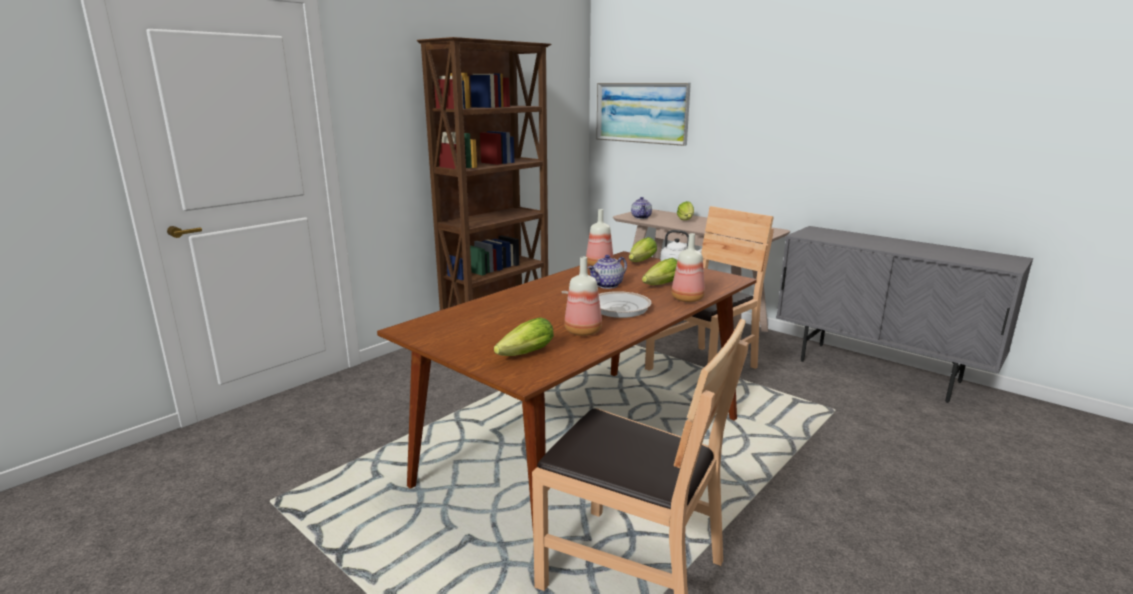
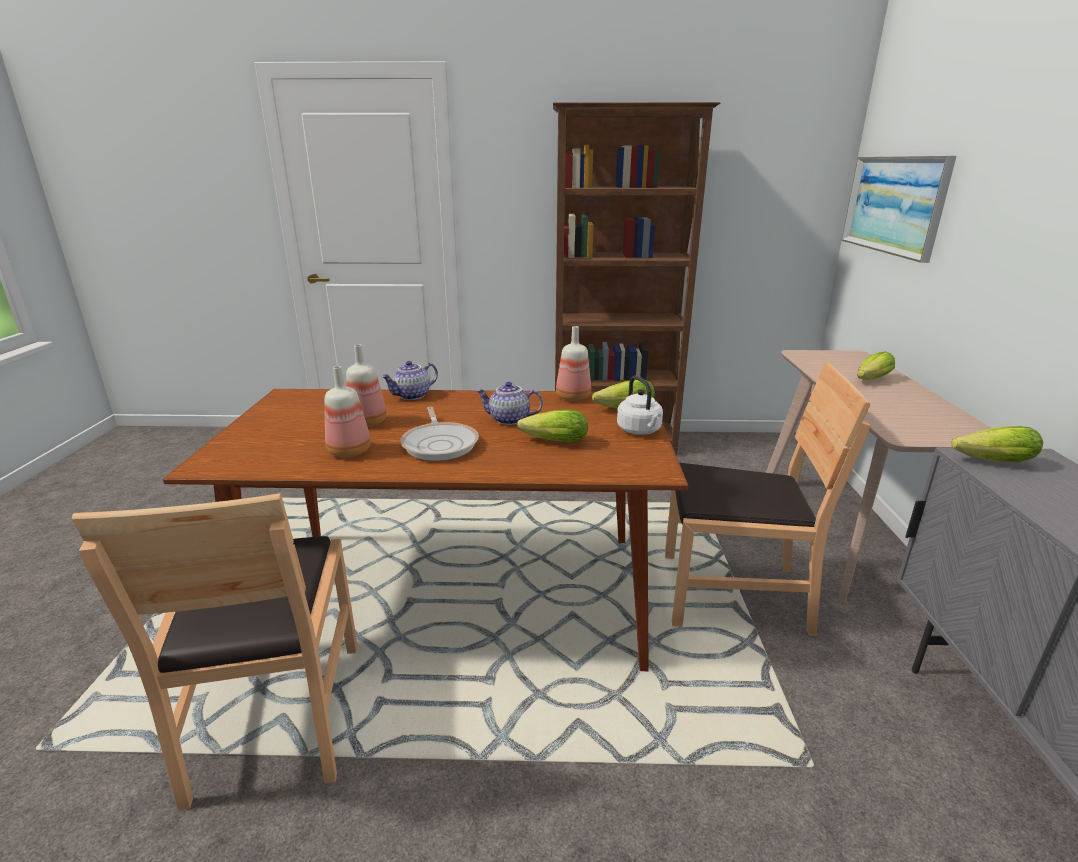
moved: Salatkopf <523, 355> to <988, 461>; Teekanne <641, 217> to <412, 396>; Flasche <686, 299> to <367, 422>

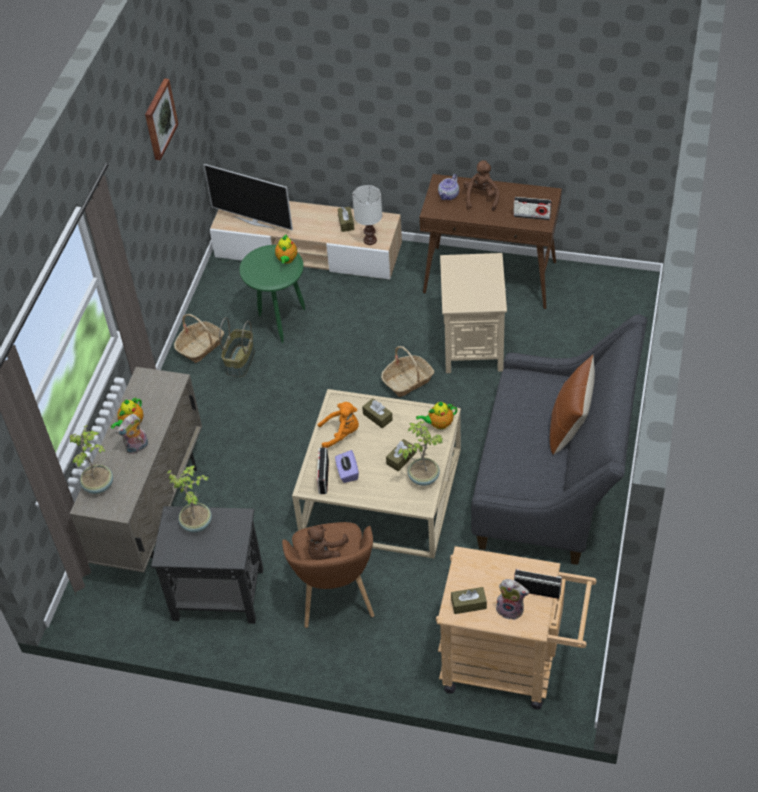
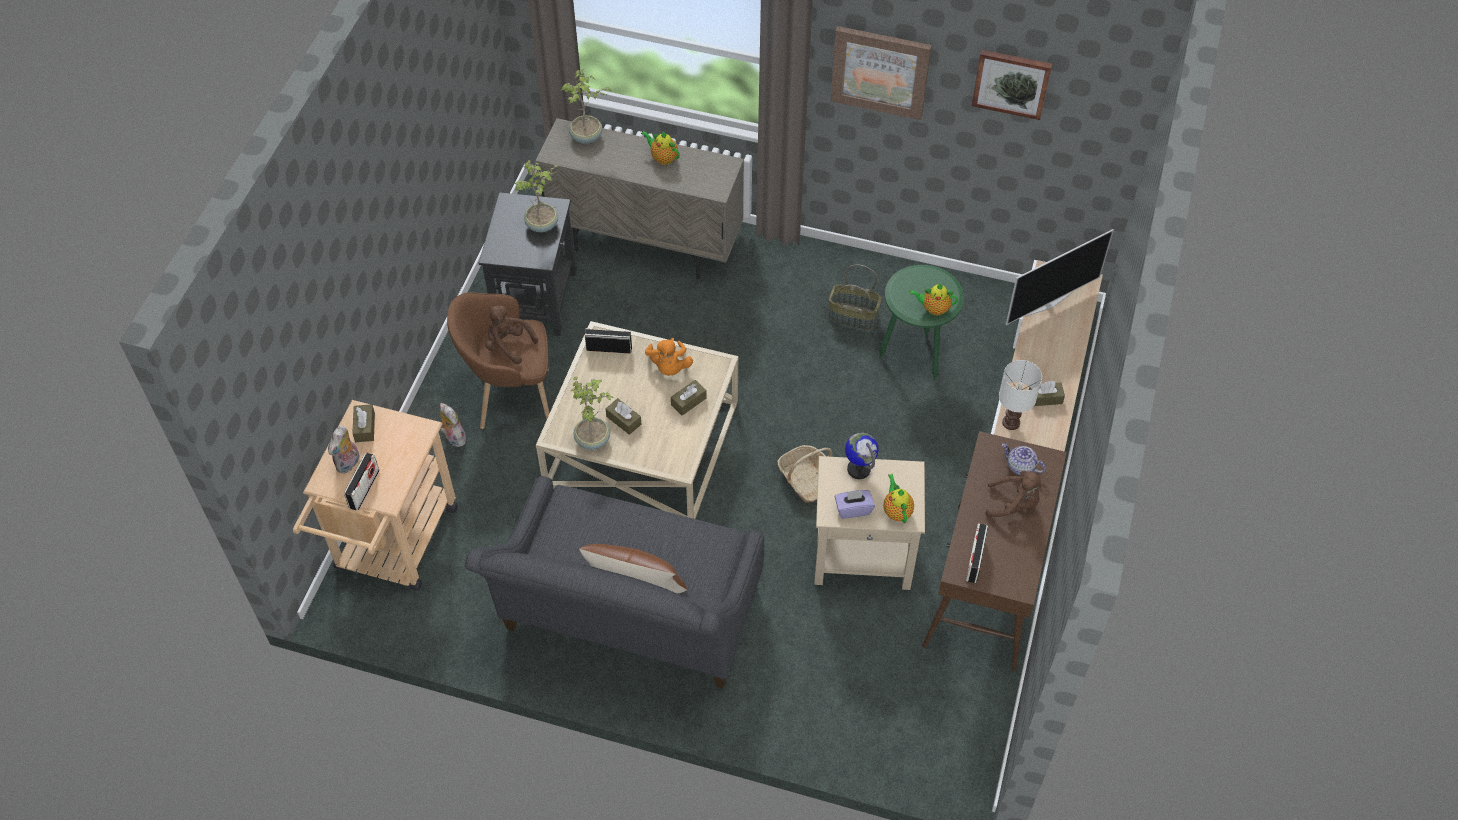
removed: Korb <200, 346>
added: Bild <880, 71>; Globus <859, 469>
moved: Plüschtier <137, 448> to <453, 437>; Taschentuchbox/lila <347, 472> to <853, 509>; Teekanne <439, 424> to <896, 511>
turned: Fernseher <254, 221> = <1048, 303> 150 degrees counterclockwise

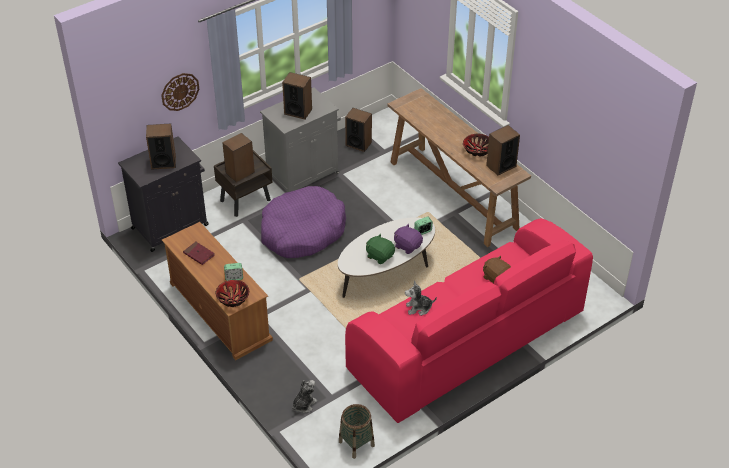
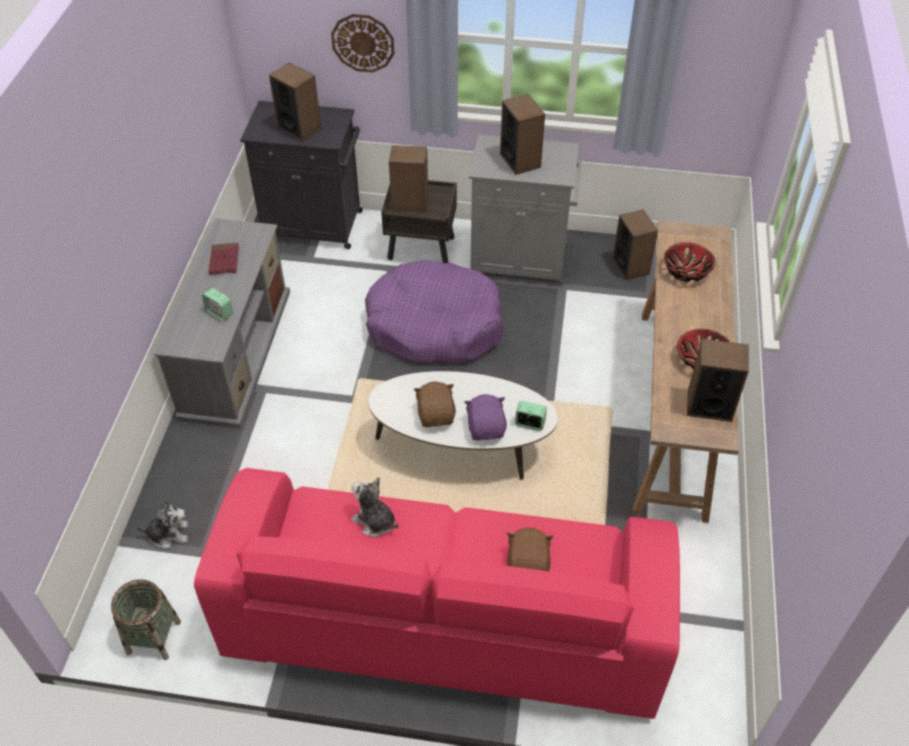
moved: Schüssel <233, 299> to <686, 270>
recoloured: Fernsehschrank/braun <219, 311> to Fernsehschrank/grau <235, 351>; Plüschtier/grün <380, 256> to Plüschtier/braun <436, 415>

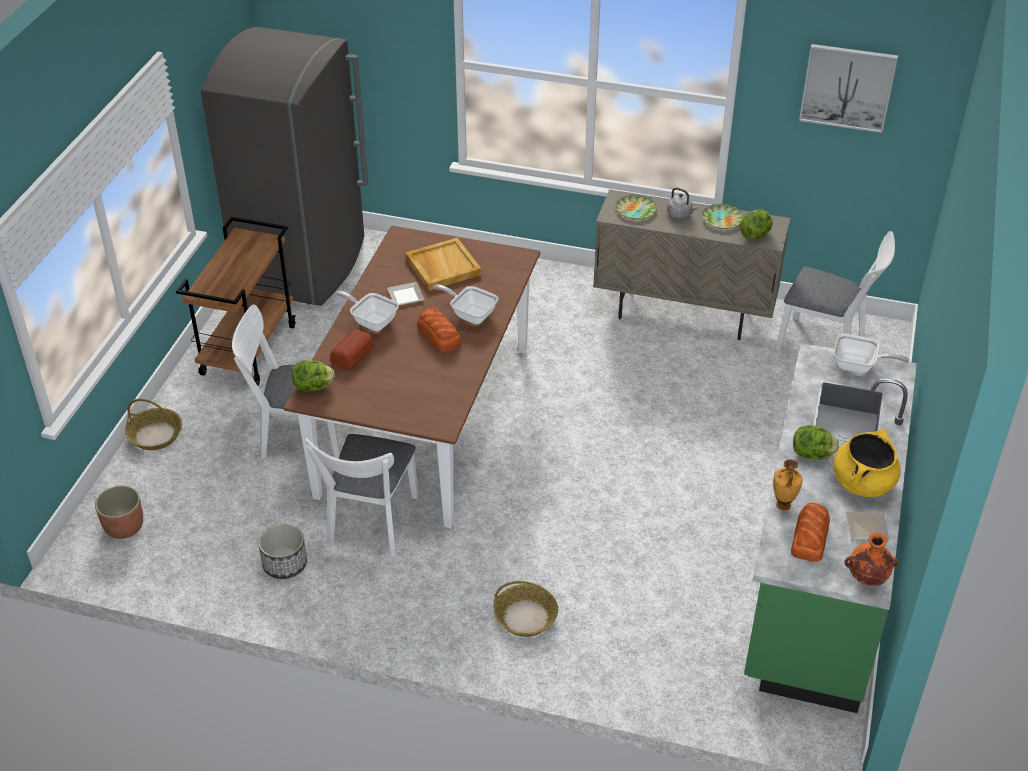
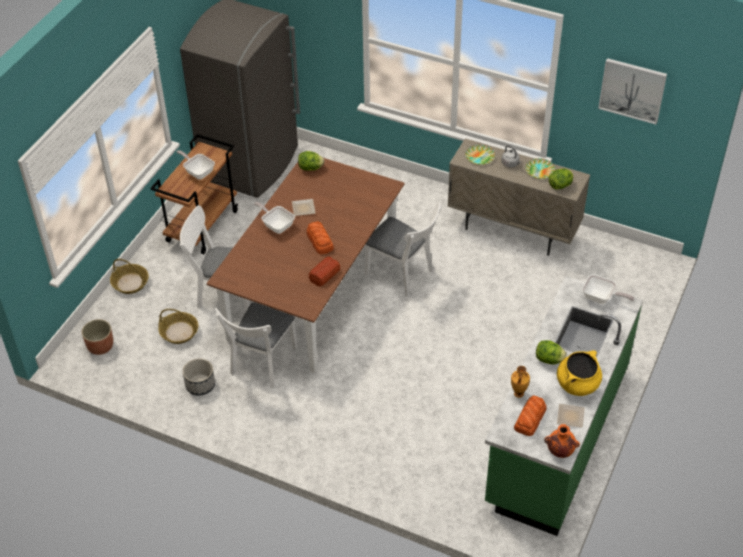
removed: Tablett/beige <442, 266>
moved: Salatkopf <313, 387> to <310, 168>; Brot <352, 355> to <324, 274>; Pfanne <470, 314> to <198, 172>; Korb <525, 617> to <179, 332>; Stuhl/weiß <827, 345> to <403, 274>

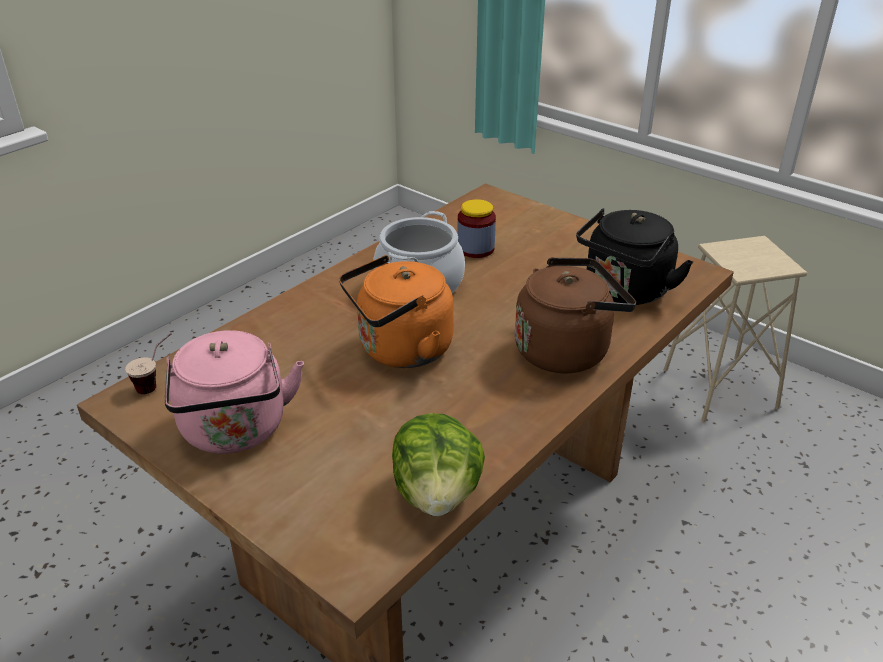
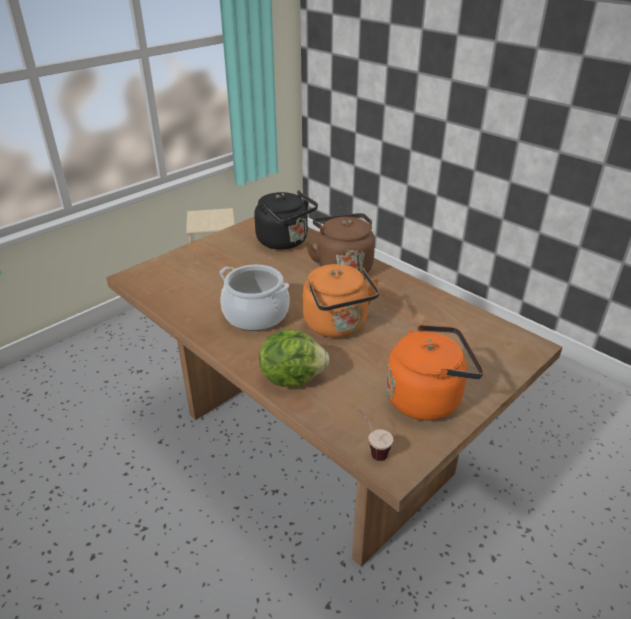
removed: Vorratsglas <475, 249>
moved: Salatkopf <437, 494> to <292, 377>
recoloured: Wasserkessel/rosa <236, 432> to Wasserkessel/orange <427, 398>

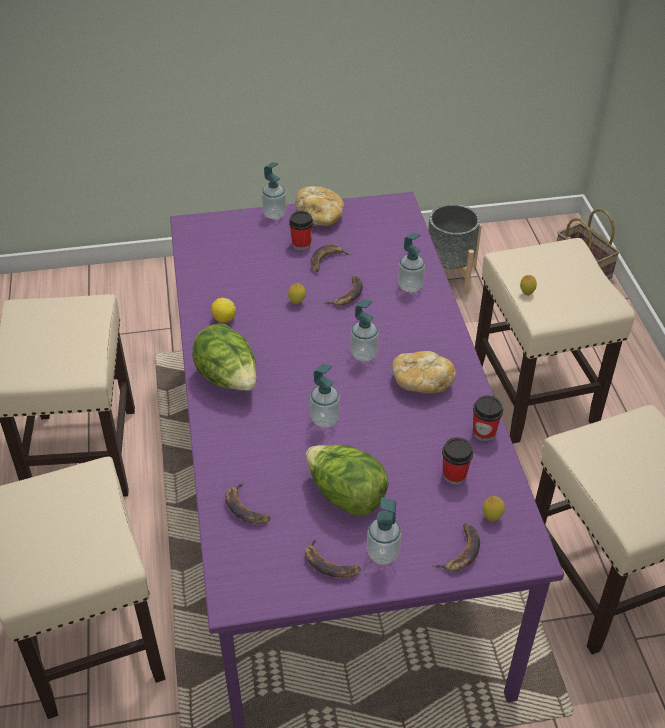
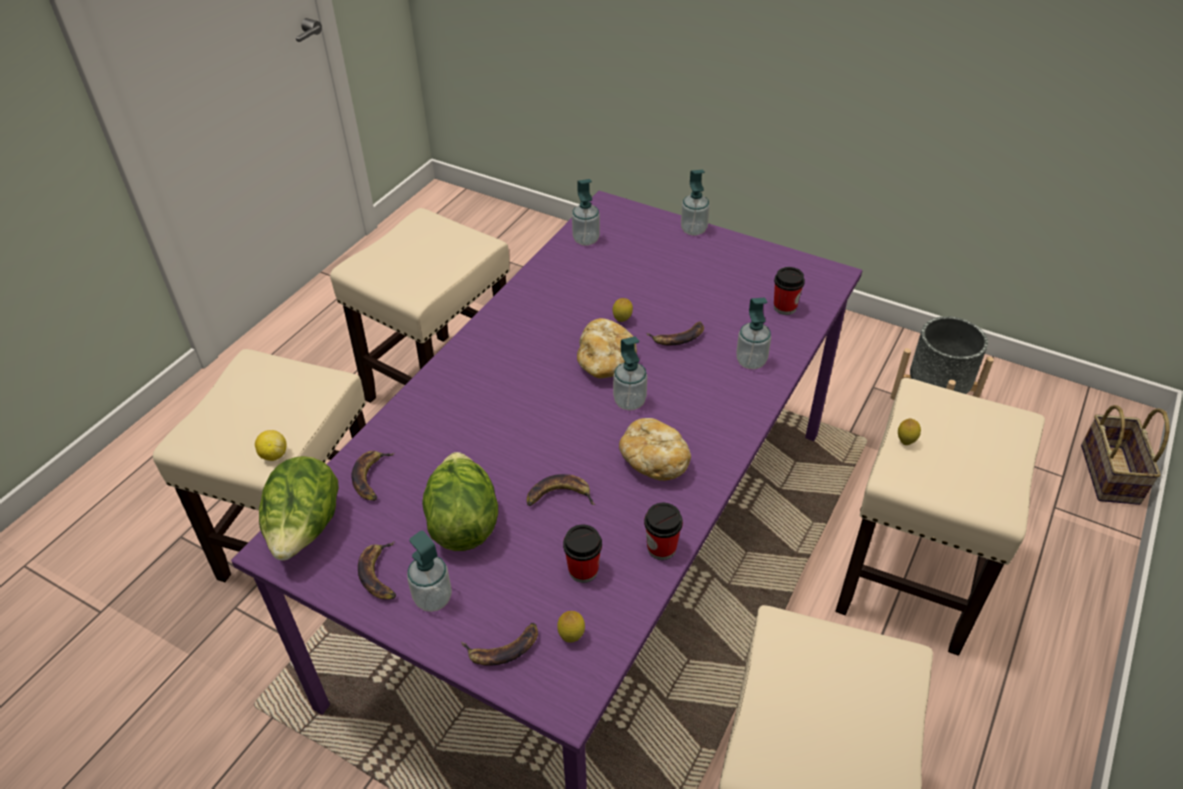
moved: Salatkopf <228, 379> to <306, 530>; Zitrone <224, 319> to <274, 455>; Tasse <301, 244> to <785, 307>; Brot <320, 217> to <606, 362>; Seifenspender <325, 419> to <586, 240>; Banane <326, 260> to <559, 496>

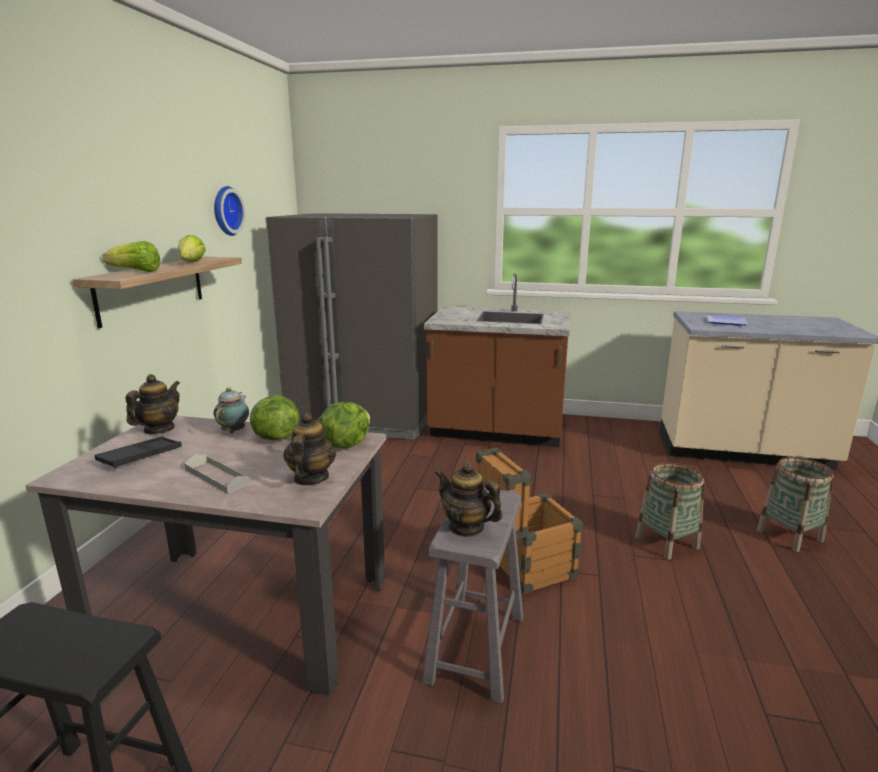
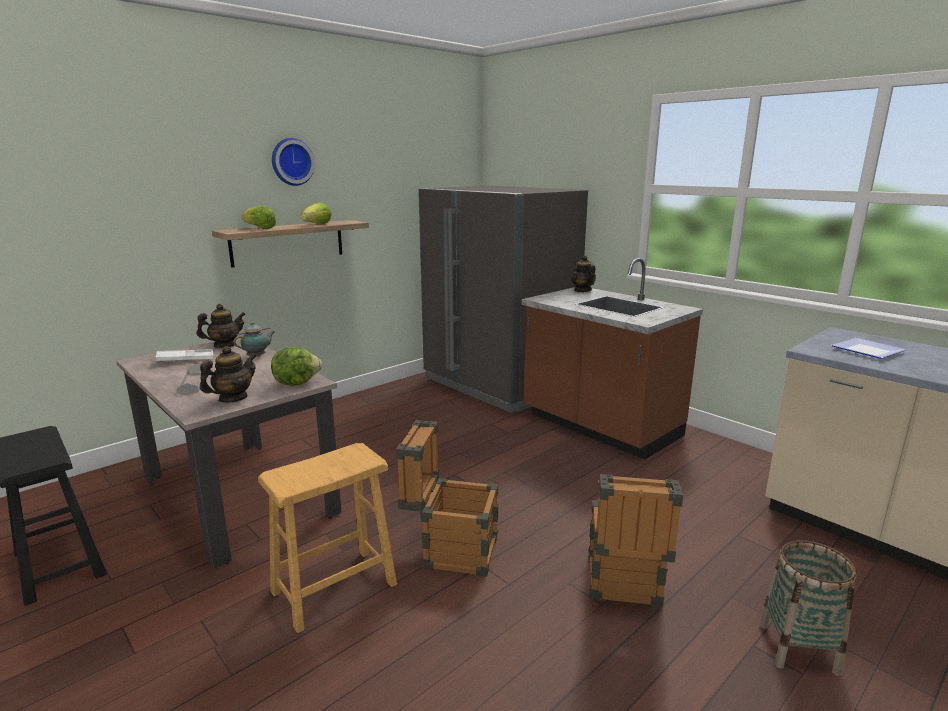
removed: Salatkopf <275, 438>
moved: Wanduhr <225, 211> to <291, 162>; Teekanne <466, 527> to <582, 290>
replaced: Korb <667, 542> to Kiste <623, 587>
recoloured: Tablett/schwarz <140, 456> to Tablett/weiß <185, 359>; Hocker/grau <476, 648> to Hocker/braun <334, 588>

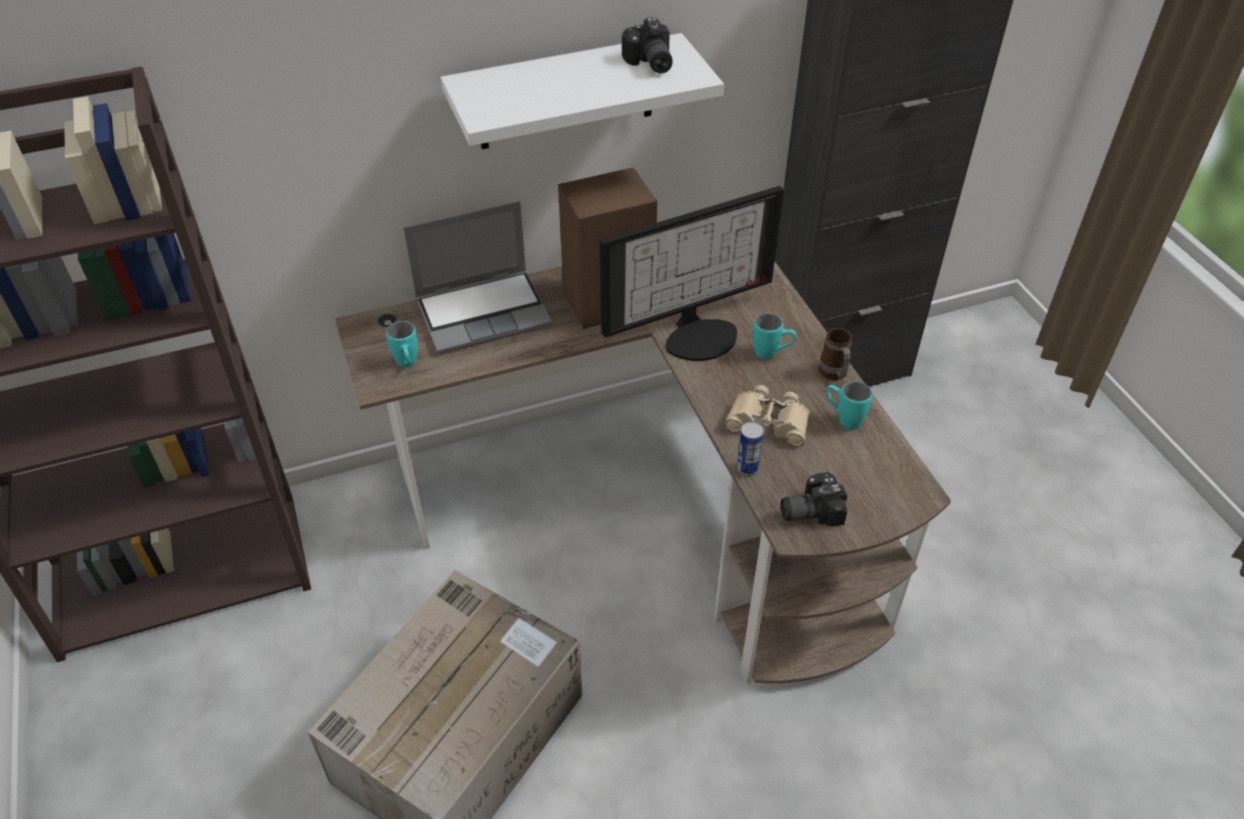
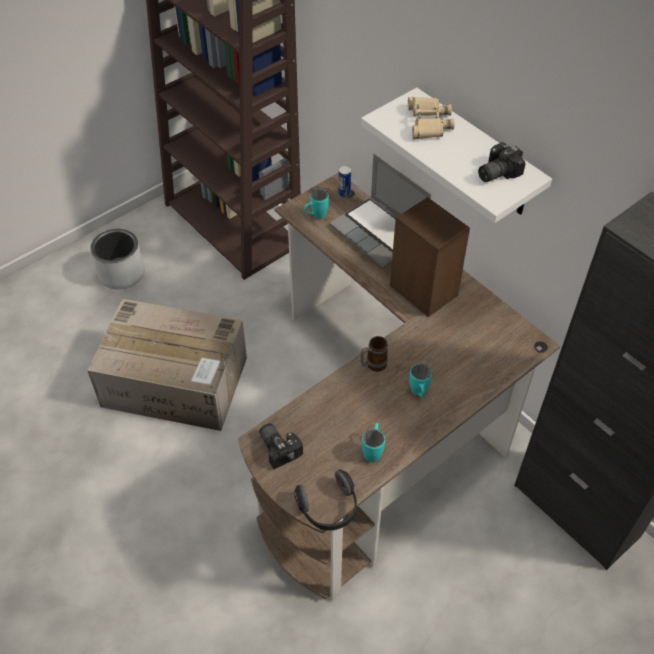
removed: Monitor <698, 334>
added: Pflanzkübel/grau <121, 274>; Kopfhörer <329, 509>
moved: Fernglas/beige <768, 422> to <428, 122>; Dose <747, 468> to <344, 194>; Henkelbecher <834, 375> to <372, 365>

